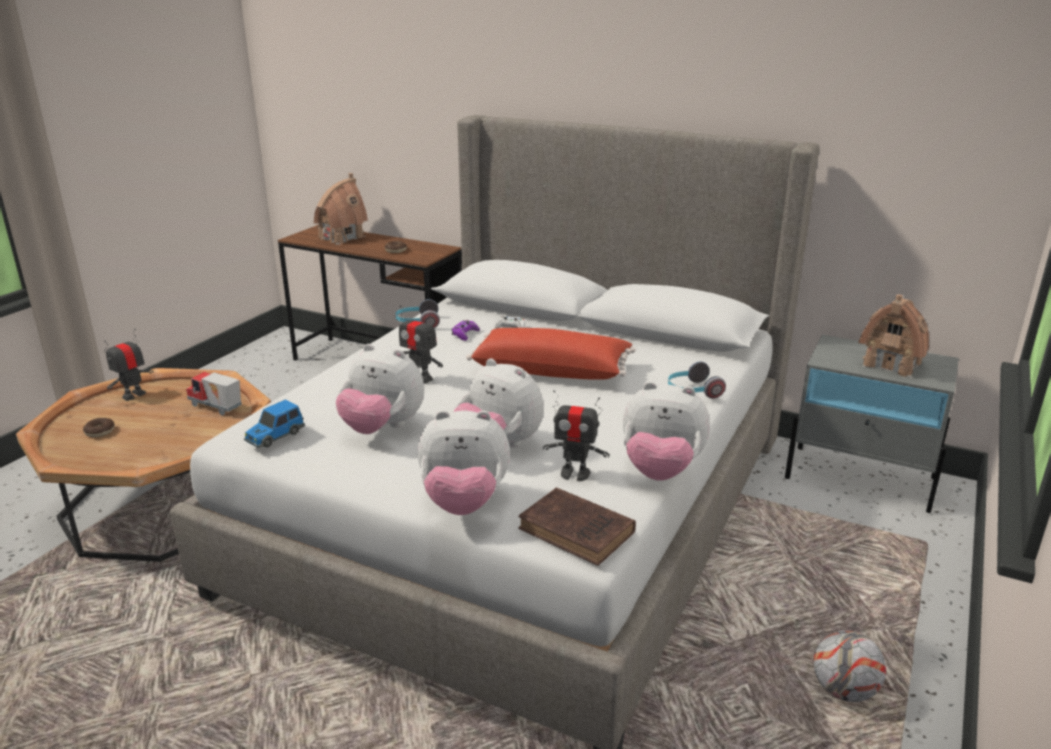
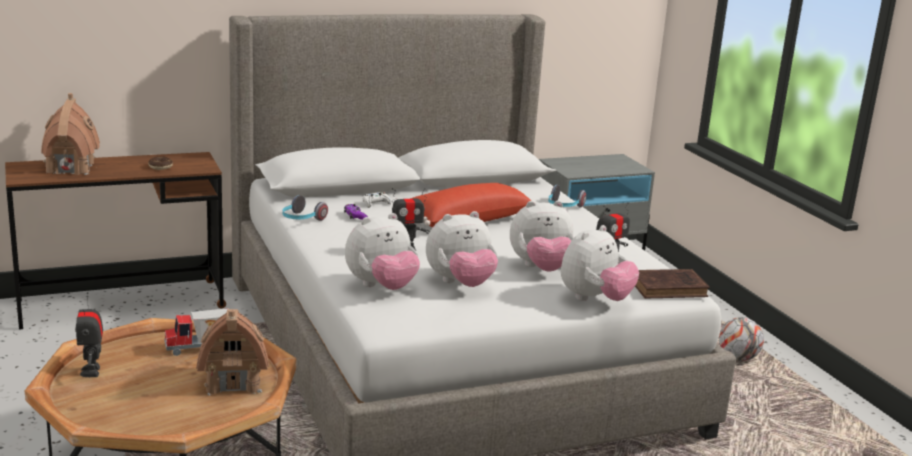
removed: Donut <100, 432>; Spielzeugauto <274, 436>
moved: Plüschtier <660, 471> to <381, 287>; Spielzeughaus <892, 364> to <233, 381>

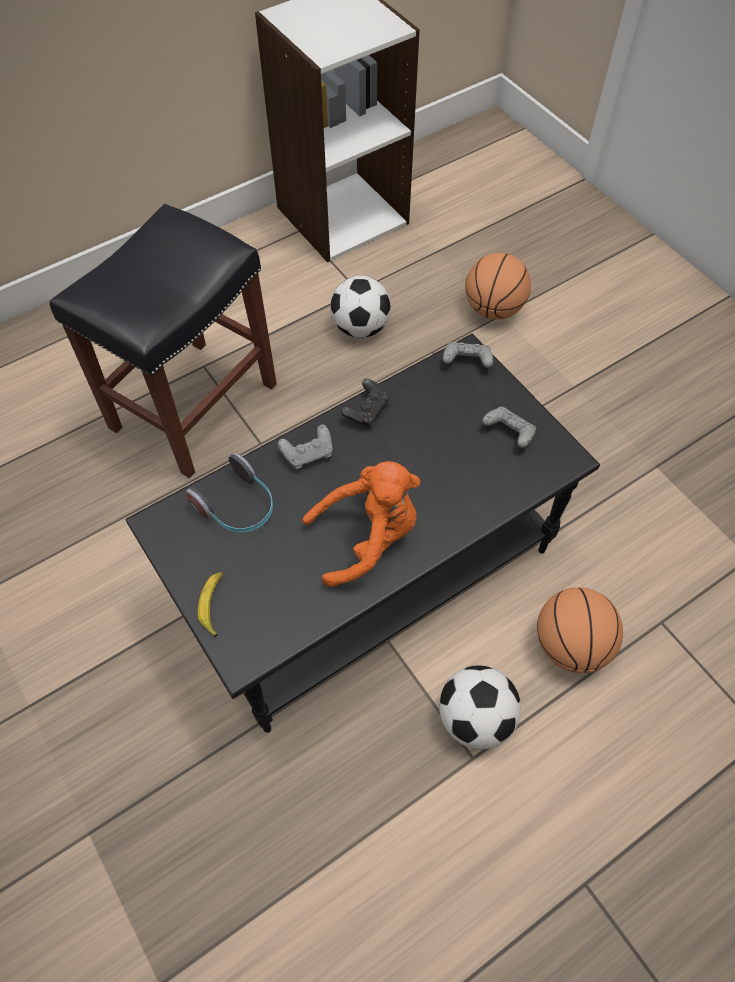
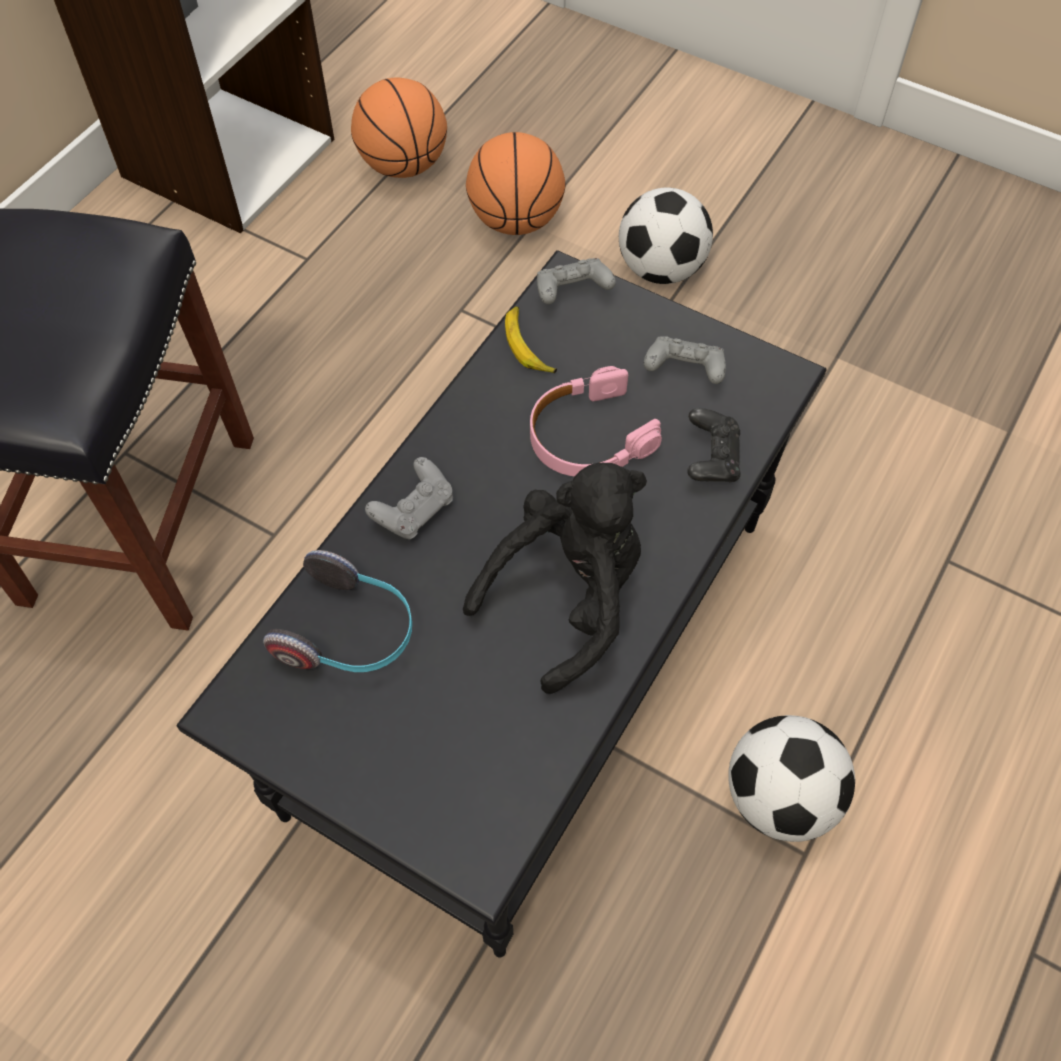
added: Kopfhörer/rosa <588, 436>
moved: Banane <214, 605> to <528, 346>; Fußball <360, 327> to <661, 269>; Gamepad/schwarz <366, 411> to <711, 458>; Basketball <570, 644> to <403, 165>
recoloured: Plüschtier/orange <367, 537> to Plüschtier/schwarz <568, 597>

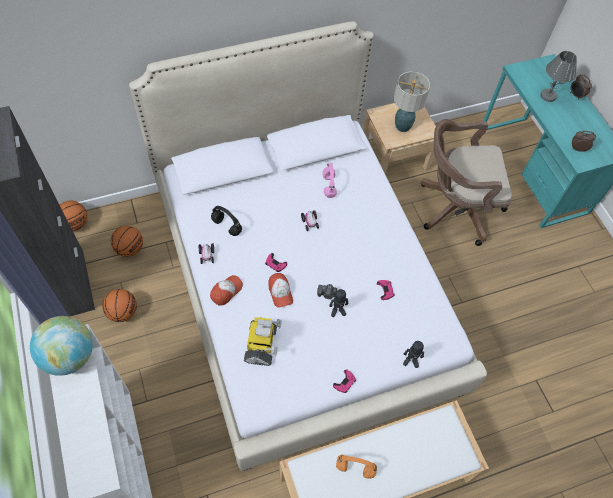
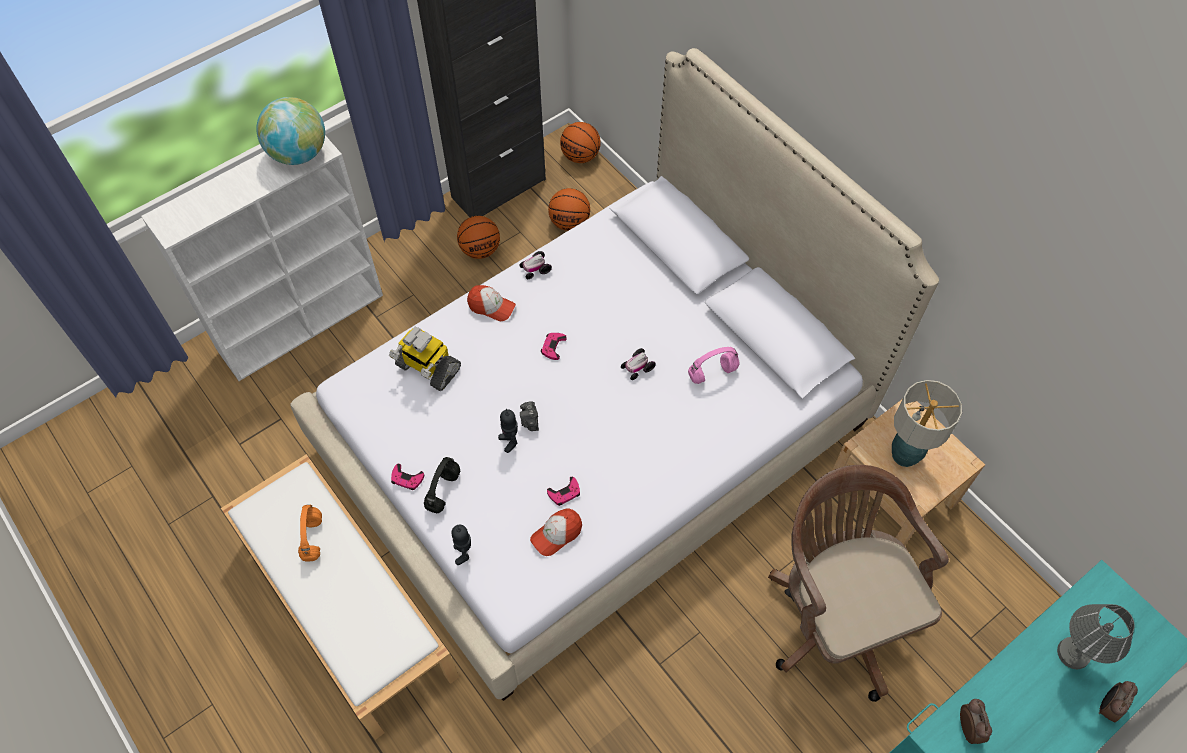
moved: Kopfhörer/schwarz <226, 226> to <443, 490>; Kappe <280, 292> to <557, 534>
turned: Spielzeugroboter <261, 345> = <427, 368> 45 degrees clockwise

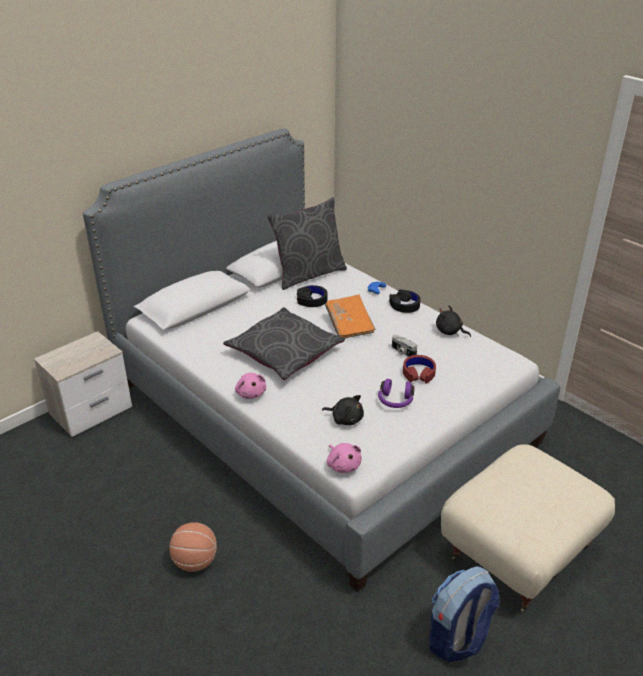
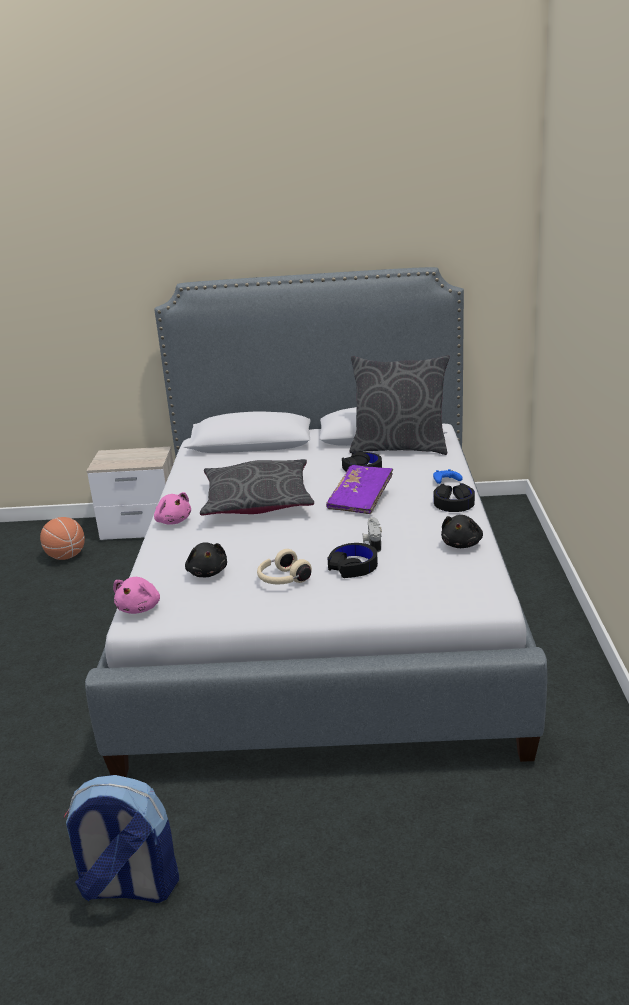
removed: Polsterhocker/beige <518, 551>
moved: Basketball <195, 561> to <66, 556>
recoloured: Buch/orange <349, 324> to Buch/lila <361, 500>; Kopfhörer/lila <395, 401> to Kopfhörer/beige <282, 580>; Kopfhörer/rot <418, 373> to Kopfhörer/schwarz <353, 566>
turned: Plüschtier/rosa <251, 393> = <173, 521> 60 degrees counterclockwise; Plüschtier/schwarz <450, 331> = <462, 544> 150 degrees counterclockwise

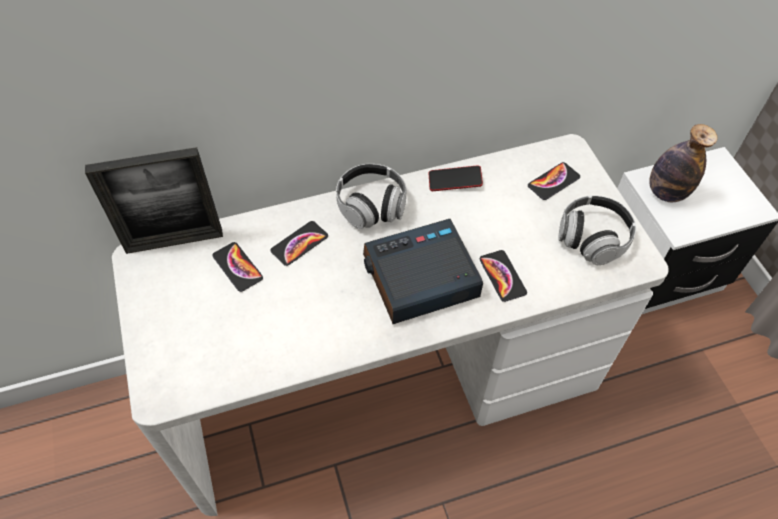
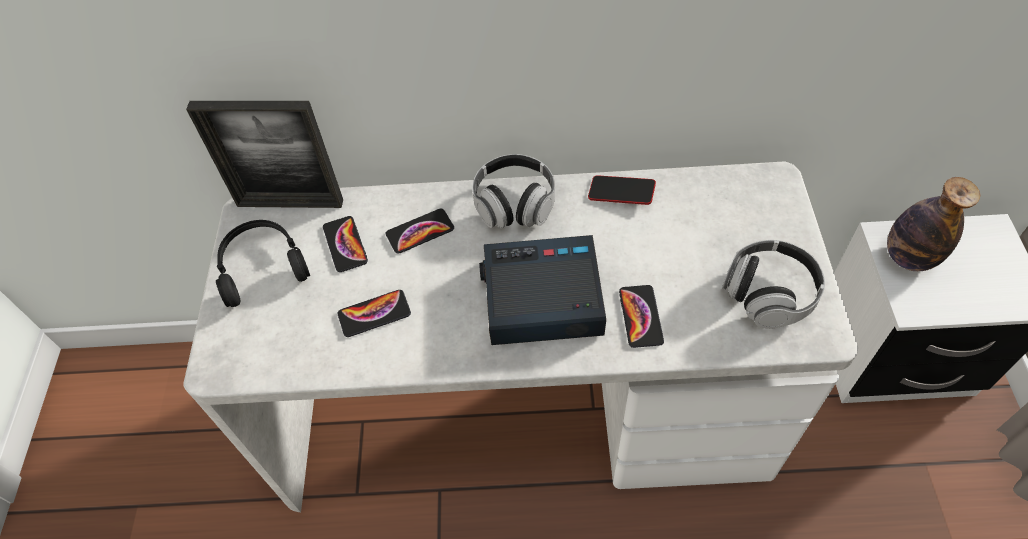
added: Kopfhörer/schwarz <262, 266>
moved: Handy <553, 181> to <374, 314>

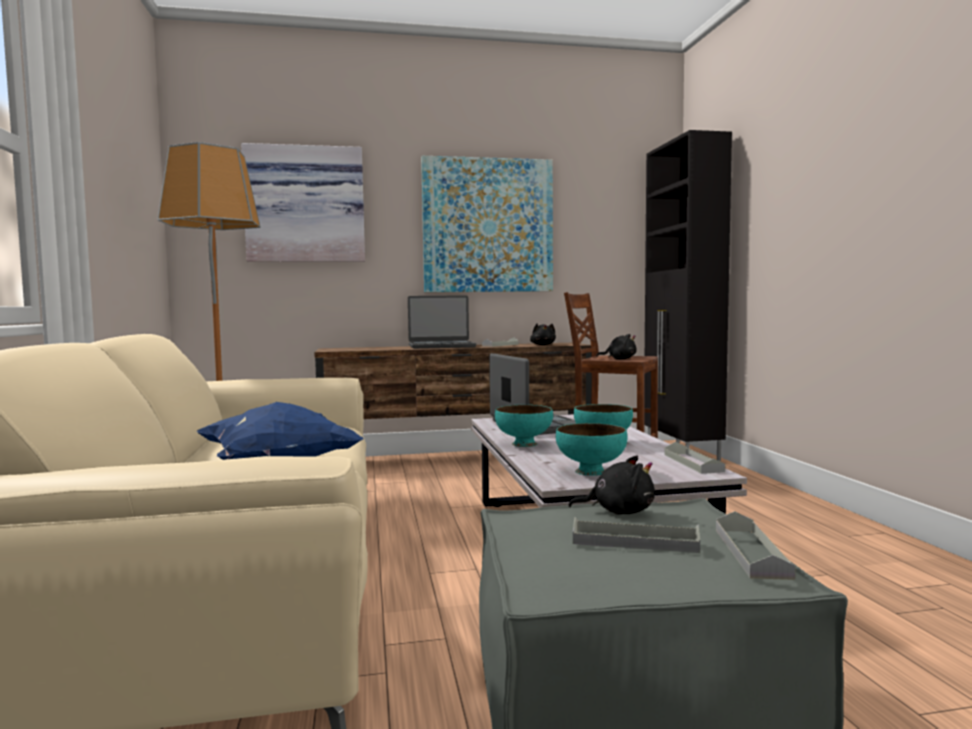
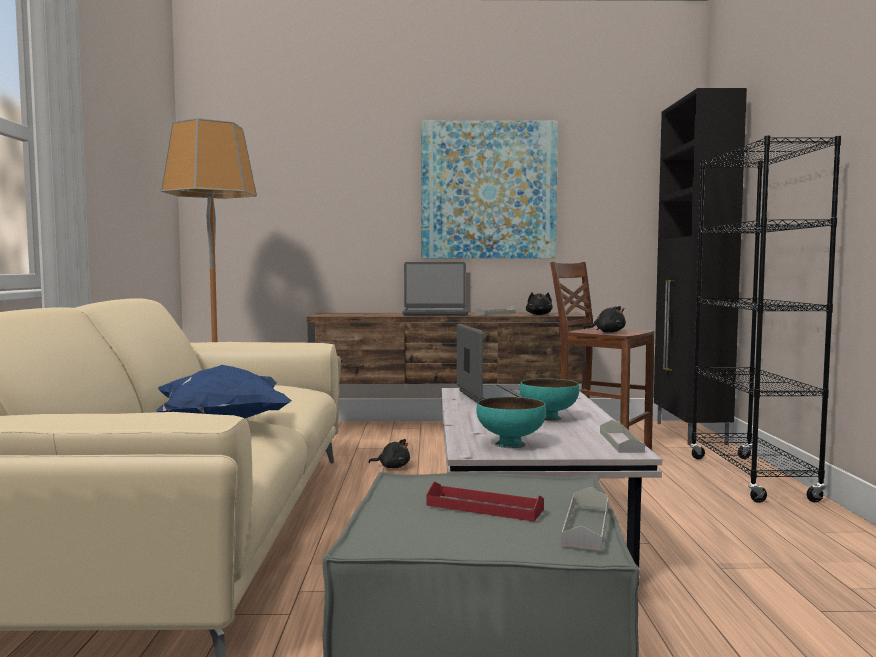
removed: Bild <305, 205>; Schüssel/türkis <523, 444>
added: Bücherregal/schwarz <750, 478>
moved: Plüschtier/schwarz <618, 512> to <392, 467>
recoloured: Tablett/grau <635, 541> to Tablett/rot <484, 507>

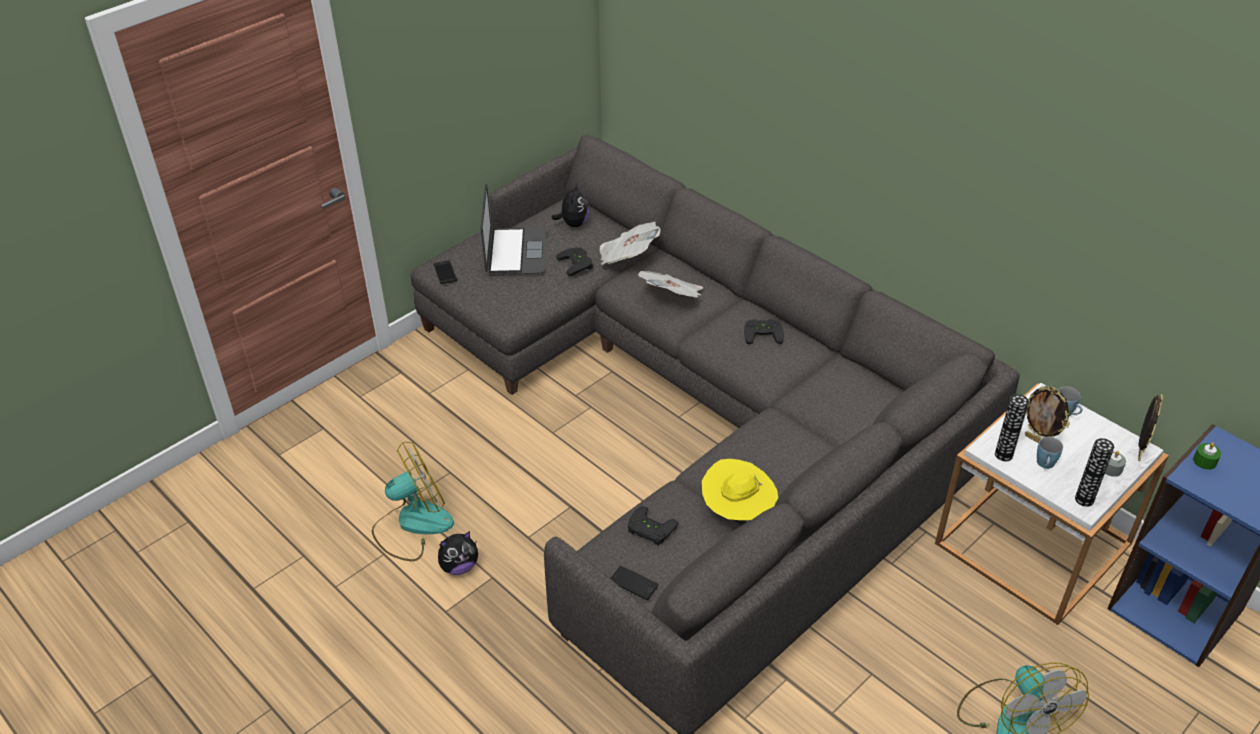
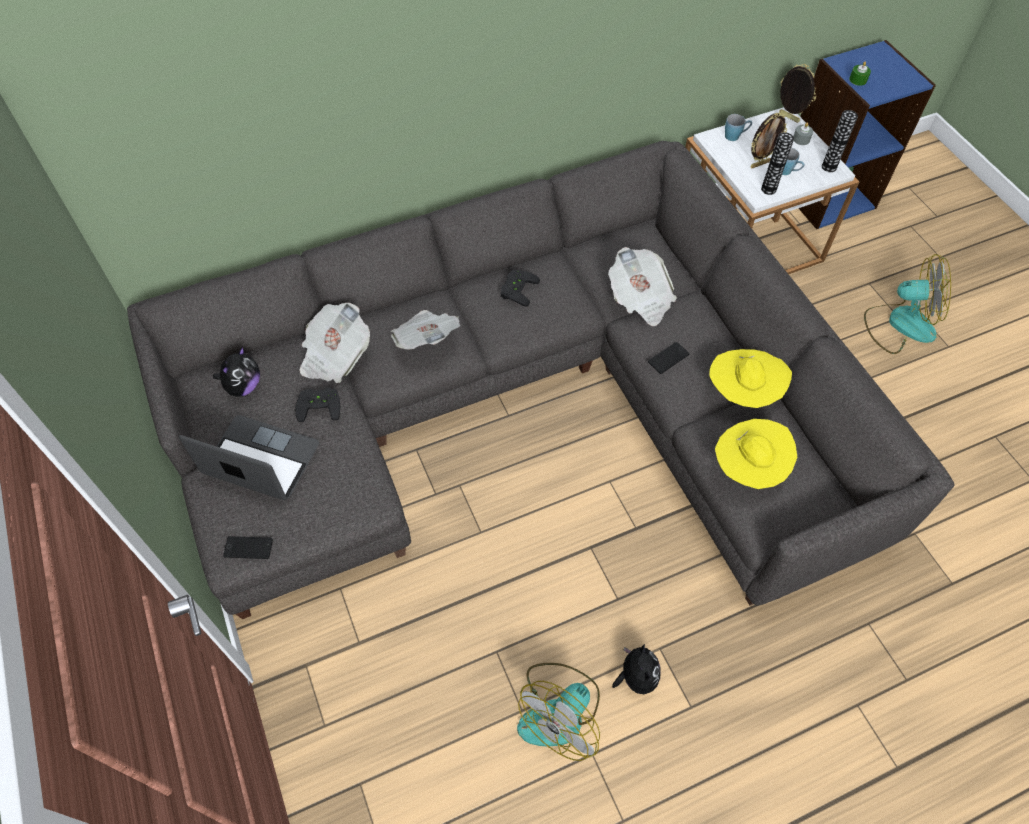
added: Zeitung <640, 299>
moved: Handy <633, 583> to <668, 358>
replaced: Gamepad/schwarz <649, 530> to Hut/gelb <748, 469>
turned: Ventilator <412, 524> = <560, 711> 135 degrees counterclockwise; Plüschtier <573, 223> = <243, 386> 90 degrees clockwise

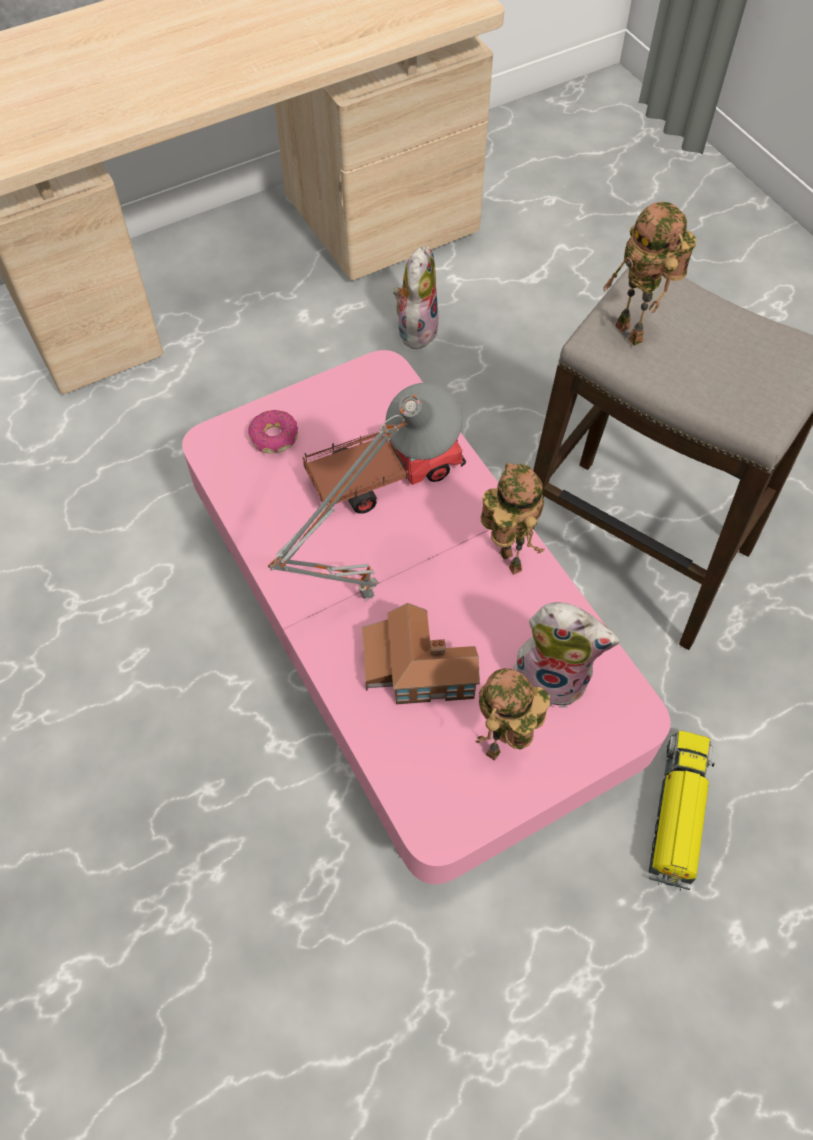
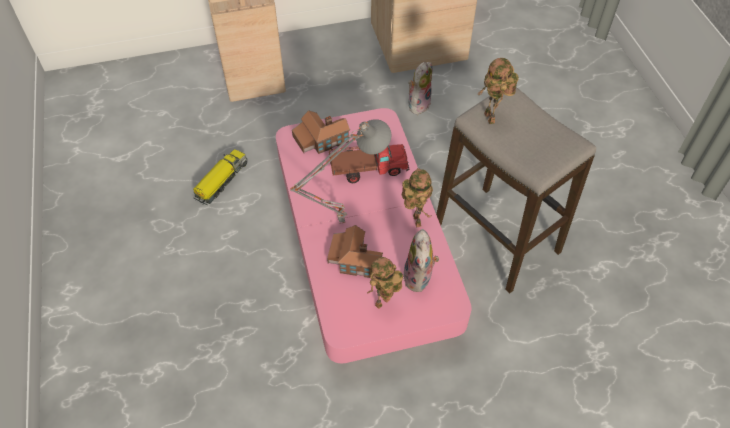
moved: Spielzeuglaster <677, 813> to <221, 181>
replaced: Donut <274, 438> to Spielzeughaus <320, 139>
turned: Plüschtier <553, 677> = <419, 278> 60 degrees clockwise

